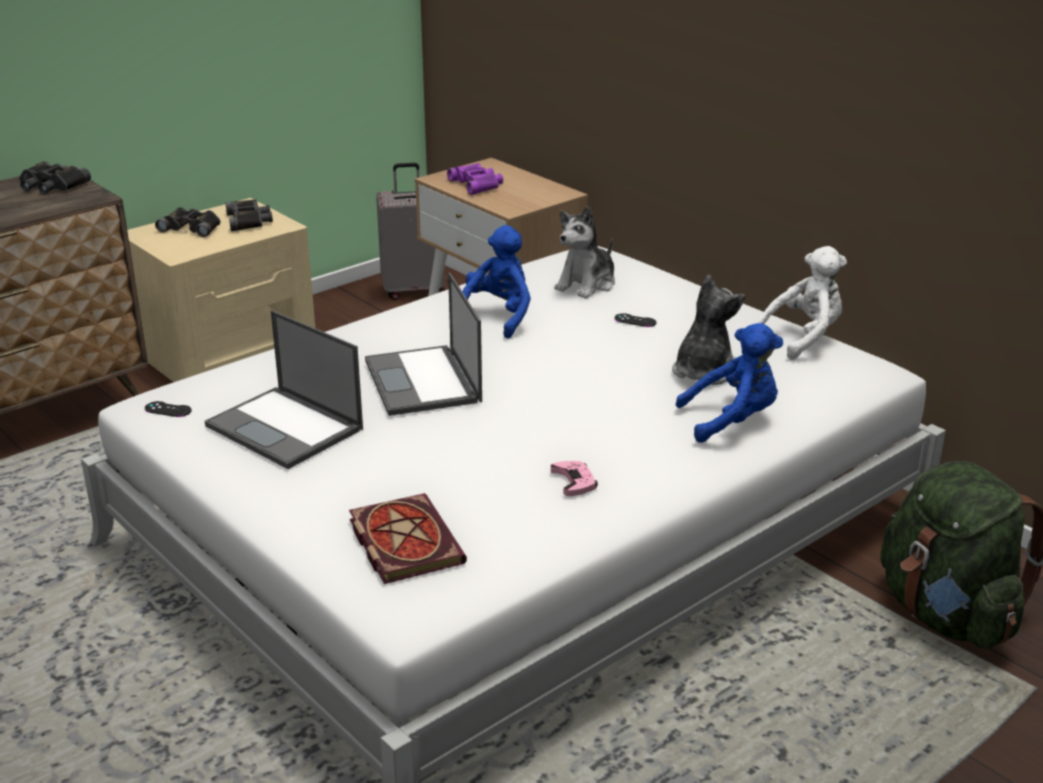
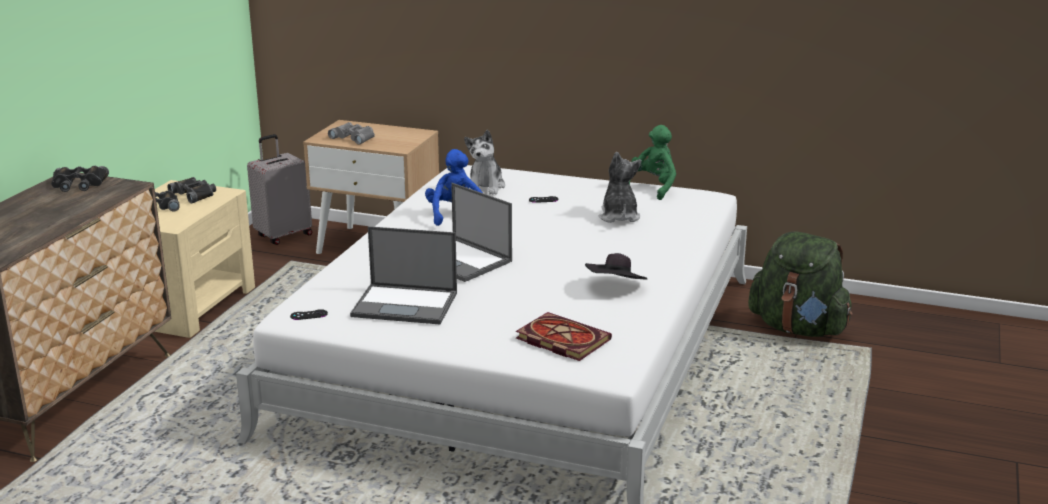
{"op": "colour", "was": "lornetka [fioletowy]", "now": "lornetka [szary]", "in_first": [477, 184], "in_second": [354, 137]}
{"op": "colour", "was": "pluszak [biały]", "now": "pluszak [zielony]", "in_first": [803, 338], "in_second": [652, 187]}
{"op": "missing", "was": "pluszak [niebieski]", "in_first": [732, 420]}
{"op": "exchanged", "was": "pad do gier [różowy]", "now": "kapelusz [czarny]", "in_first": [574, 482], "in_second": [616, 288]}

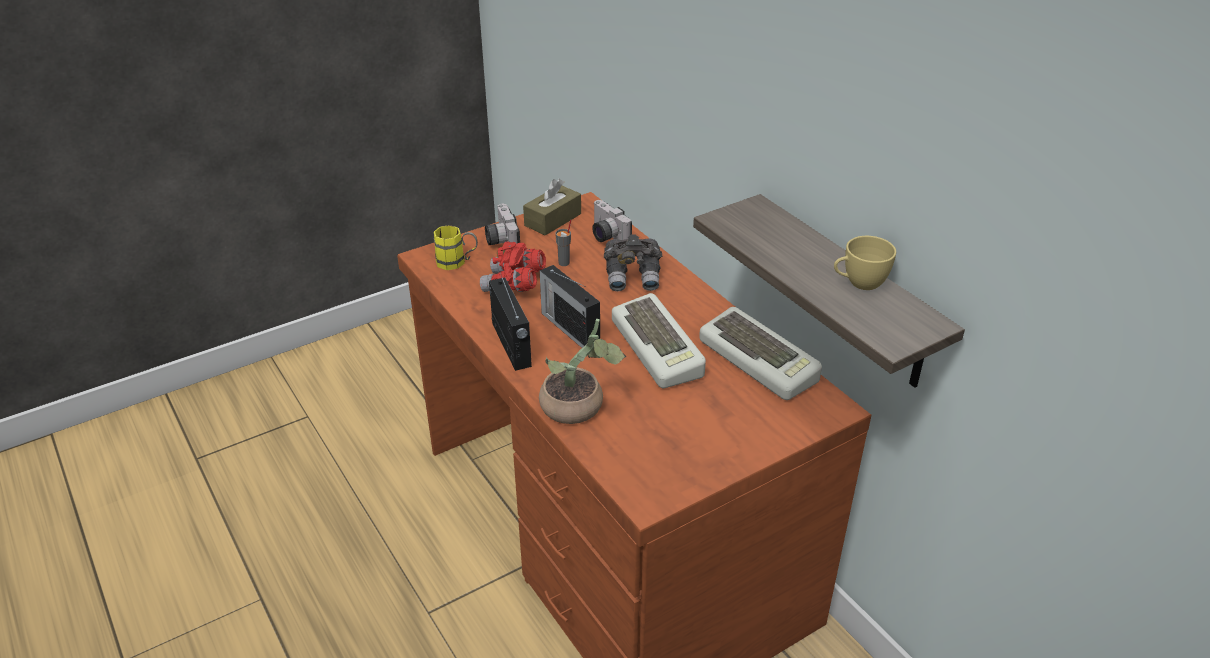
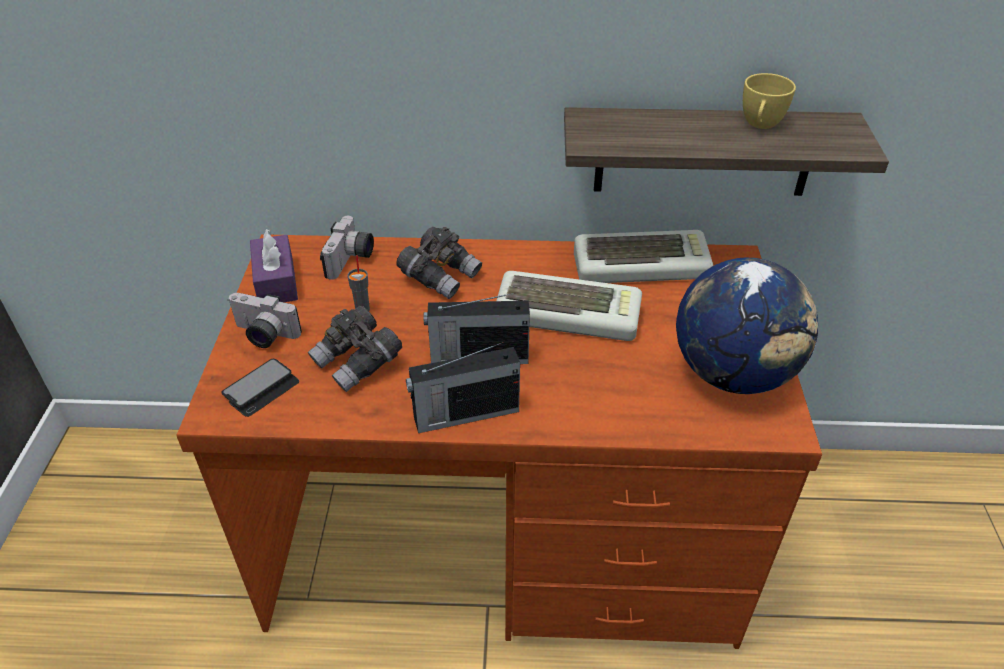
{"op": "colour", "was": "pudełko chusteczek [brązowy]", "now": "pudełko chusteczek [fioletowy]", "in_first": [553, 220], "in_second": [276, 281]}
{"op": "spun", "was": "aparat fotograficzny", "in_first": [605, 235], "in_second": [351, 260], "clockwise": -75}
{"op": "exchanged", "was": "kubek [żółty]", "now": "telefon", "in_first": [457, 262], "in_second": [261, 389]}
{"op": "colour", "was": "lornetka [czerwony]", "now": "lornetka [szary]", "in_first": [514, 285], "in_second": [358, 363]}
{"op": "spun", "was": "radio", "in_first": [511, 346], "in_second": [464, 414], "clockwise": 150}
{"op": "missing", "was": "roślina doniczkowa", "in_first": [579, 408]}
{"op": "appeared", "now": "globus", "in_second": [733, 373]}

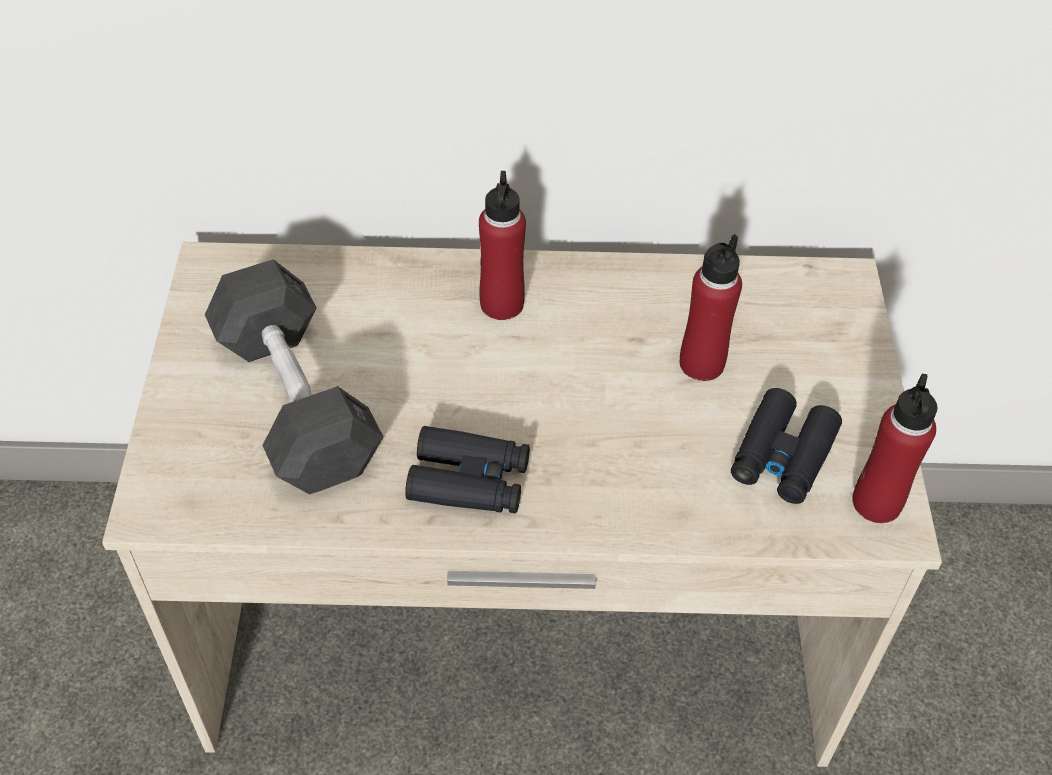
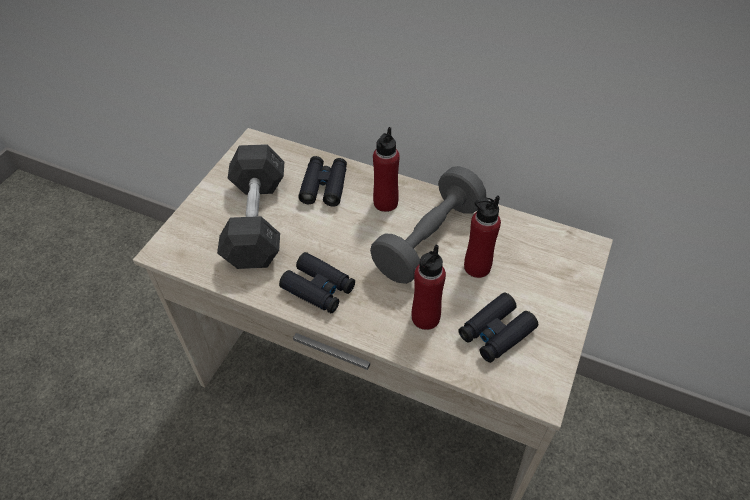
{"op": "relocated", "was": "butelka [czerwony]", "in_first": [876, 503], "in_second": [425, 318]}
{"op": "appeared", "now": "lornetka [czarny]", "in_second": [324, 186]}
{"op": "appeared", "now": "hantel [szary]", "in_second": [428, 239]}

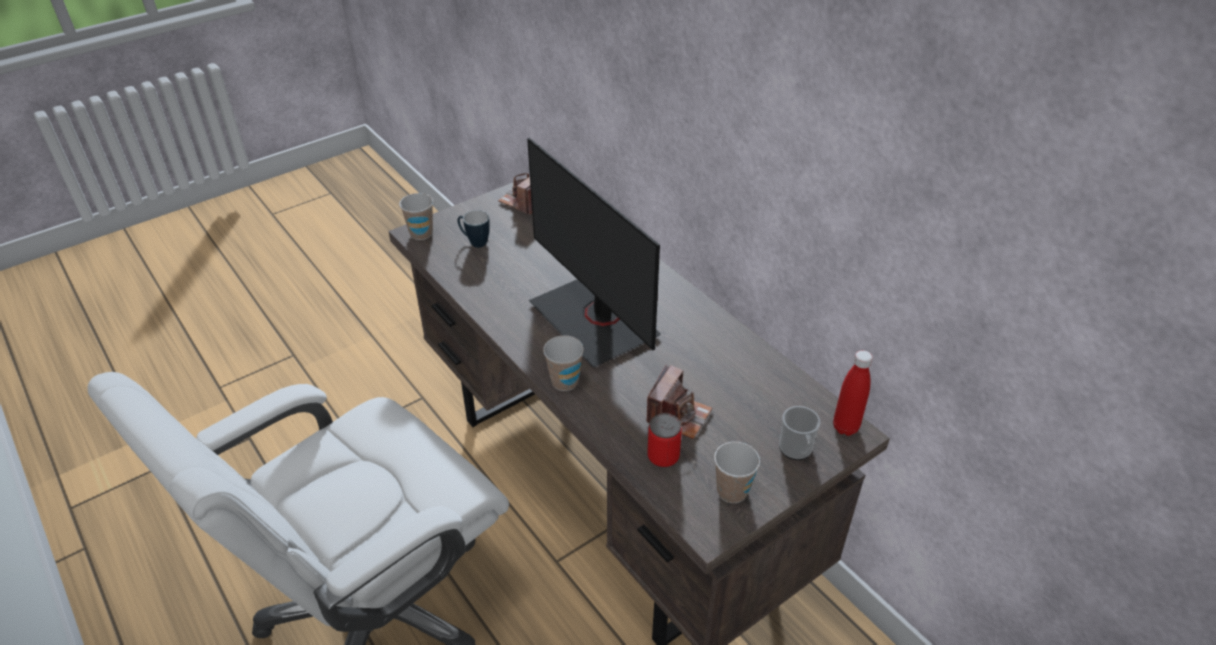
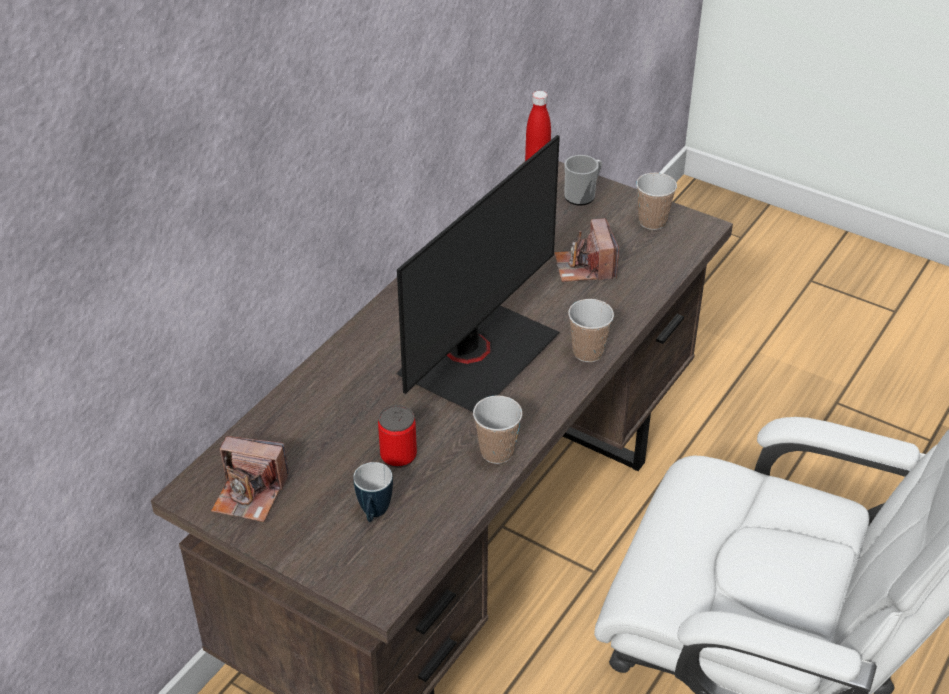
{"op": "relocated", "was": "filiżanka", "in_first": [421, 233], "in_second": [497, 452]}
{"op": "spun", "was": "aparat fotograficzny", "in_first": [678, 415], "in_second": [585, 267], "clockwise": -105}
{"op": "relocated", "was": "puszka", "in_first": [663, 457], "in_second": [398, 456]}

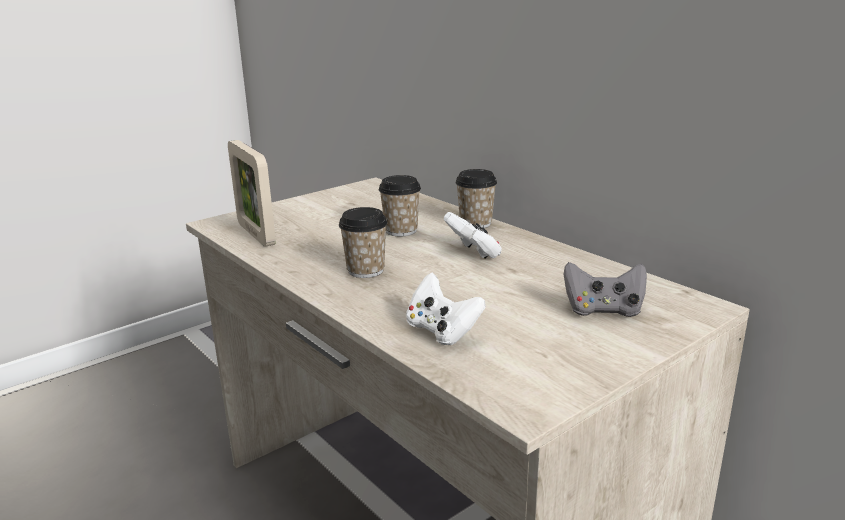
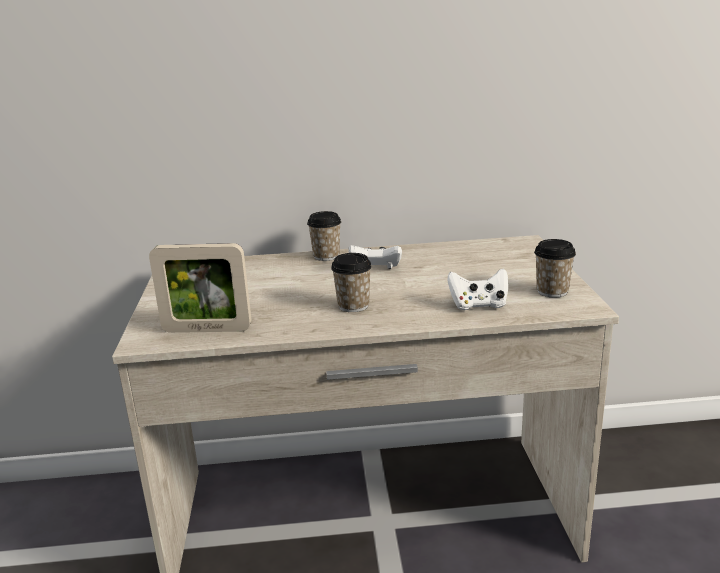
{"op": "relocated", "was": "filiżanka", "in_first": [401, 231], "in_second": [552, 291]}
{"op": "missing", "was": "pad do gier [szary]", "in_first": [603, 310]}

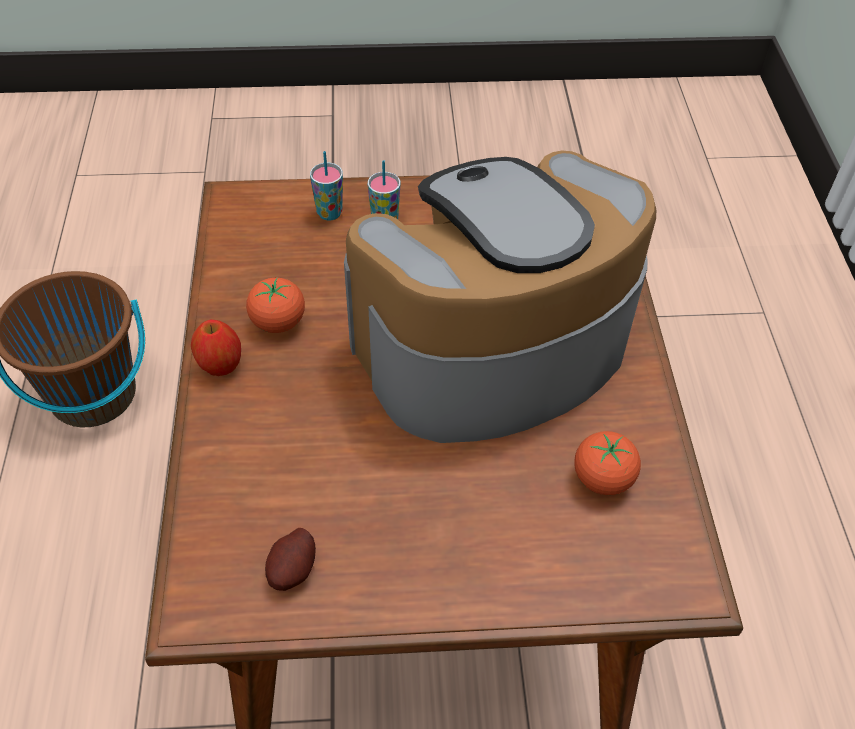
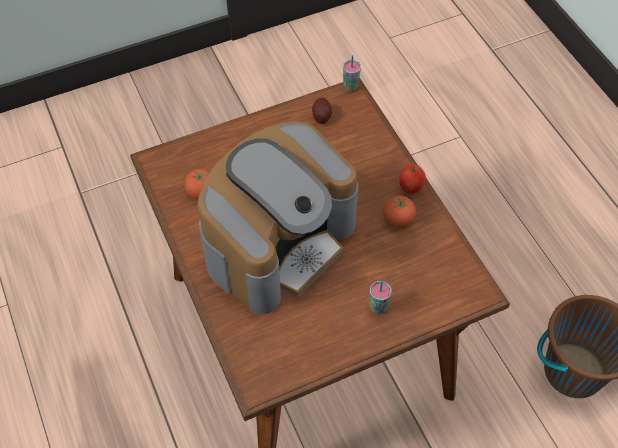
{"op": "relocated", "was": "filiżanka", "in_first": [329, 213], "in_second": [350, 86]}

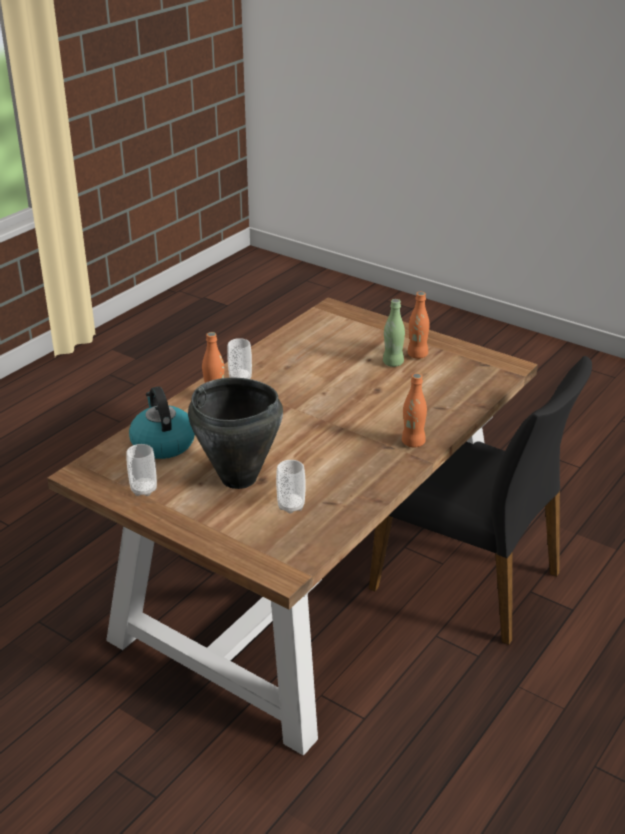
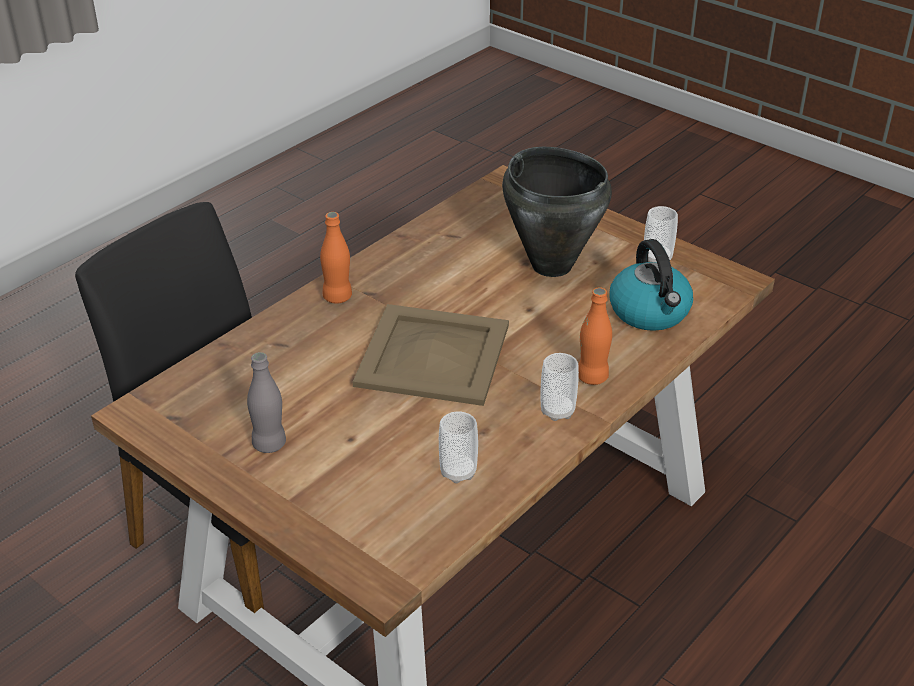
{"op": "colour", "was": "butelka [pomarańczowy]", "now": "butelka [szary]", "in_first": [417, 355], "in_second": [269, 444]}
{"op": "missing", "was": "butelka [zielony]", "in_first": [393, 363]}
{"op": "relocated", "was": "filiżanka", "in_first": [291, 506], "in_second": [458, 472]}
{"op": "appeared", "now": "taca [beżowy]", "in_second": [431, 355]}

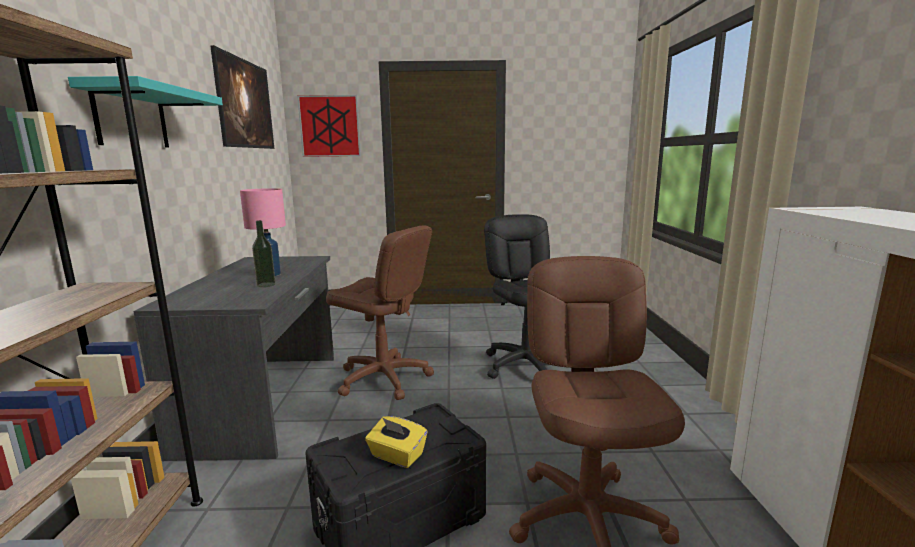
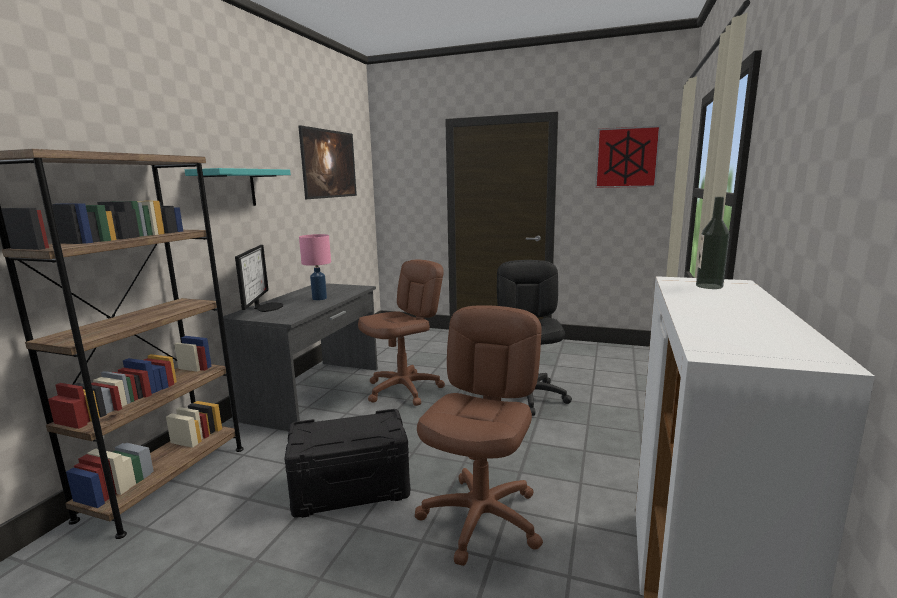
{"op": "relocated", "was": "obraz", "in_first": [330, 126], "in_second": [626, 157]}
{"op": "relocated", "was": "butelka", "in_first": [266, 284], "in_second": [709, 286]}
{"op": "spun", "was": "krzesło biurowe [brązowy]", "in_first": [383, 378], "in_second": [404, 389], "clockwise": -90}
{"op": "missing", "was": "pudełko chusteczek [żółty]", "in_first": [397, 456]}
{"op": "appeared", "now": "monitor", "in_second": [266, 307]}

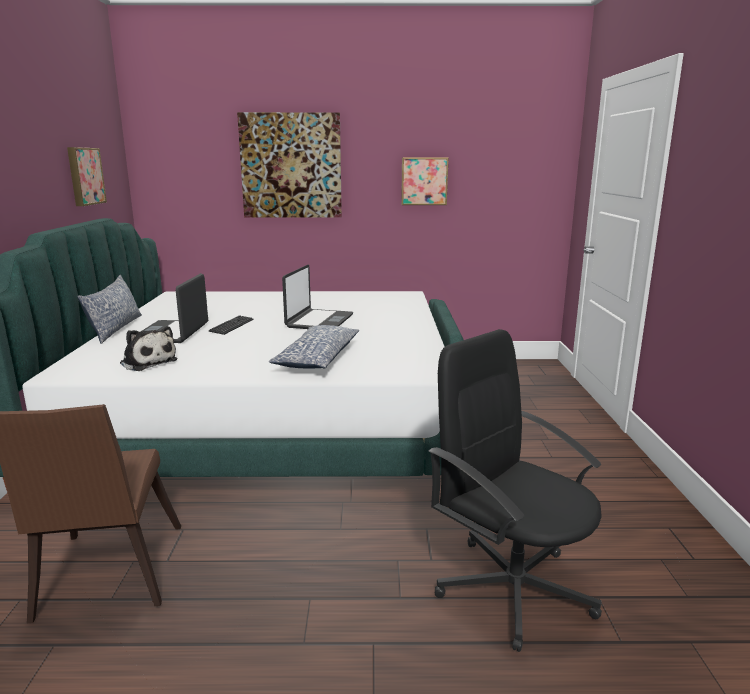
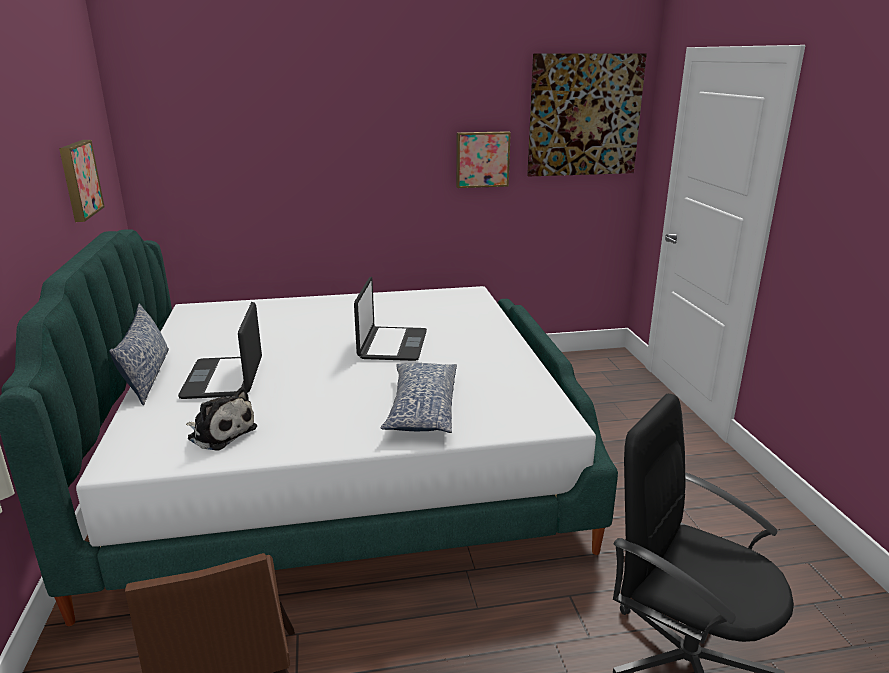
{"op": "relocated", "was": "obraz", "in_first": [291, 166], "in_second": [584, 115]}
{"op": "missing", "was": "klawiatura", "in_first": [232, 326]}

